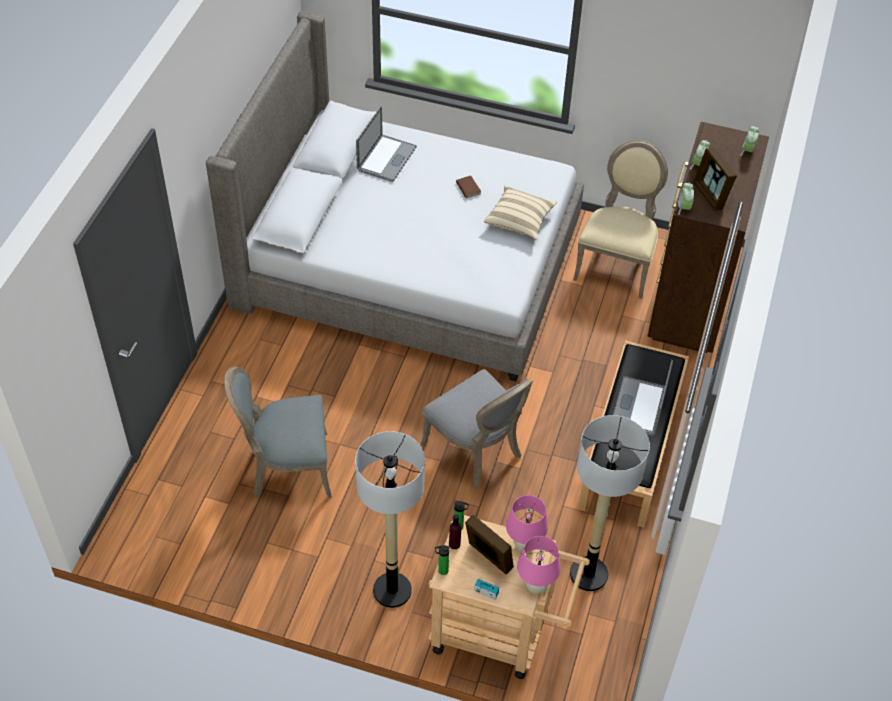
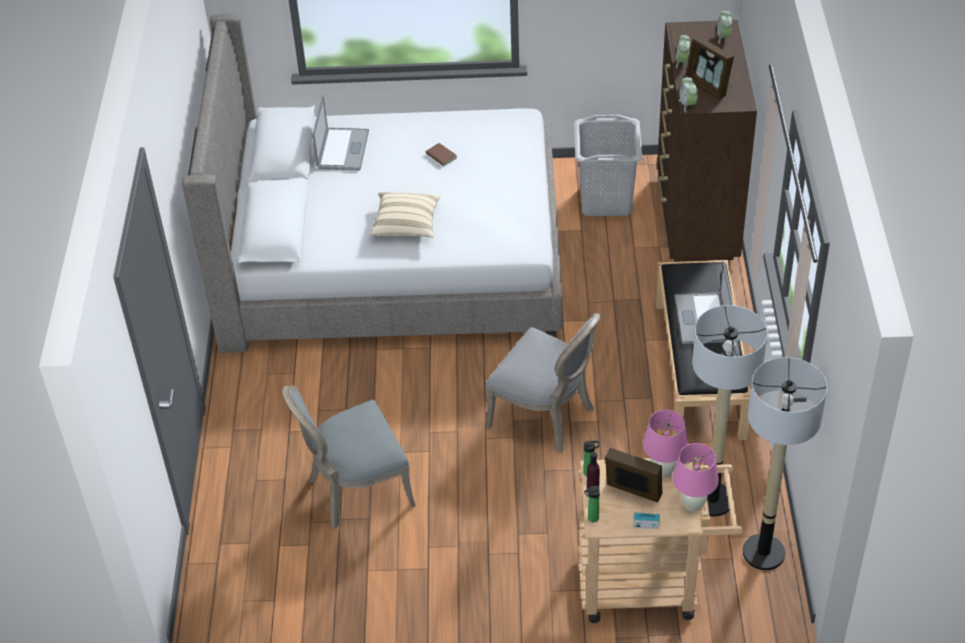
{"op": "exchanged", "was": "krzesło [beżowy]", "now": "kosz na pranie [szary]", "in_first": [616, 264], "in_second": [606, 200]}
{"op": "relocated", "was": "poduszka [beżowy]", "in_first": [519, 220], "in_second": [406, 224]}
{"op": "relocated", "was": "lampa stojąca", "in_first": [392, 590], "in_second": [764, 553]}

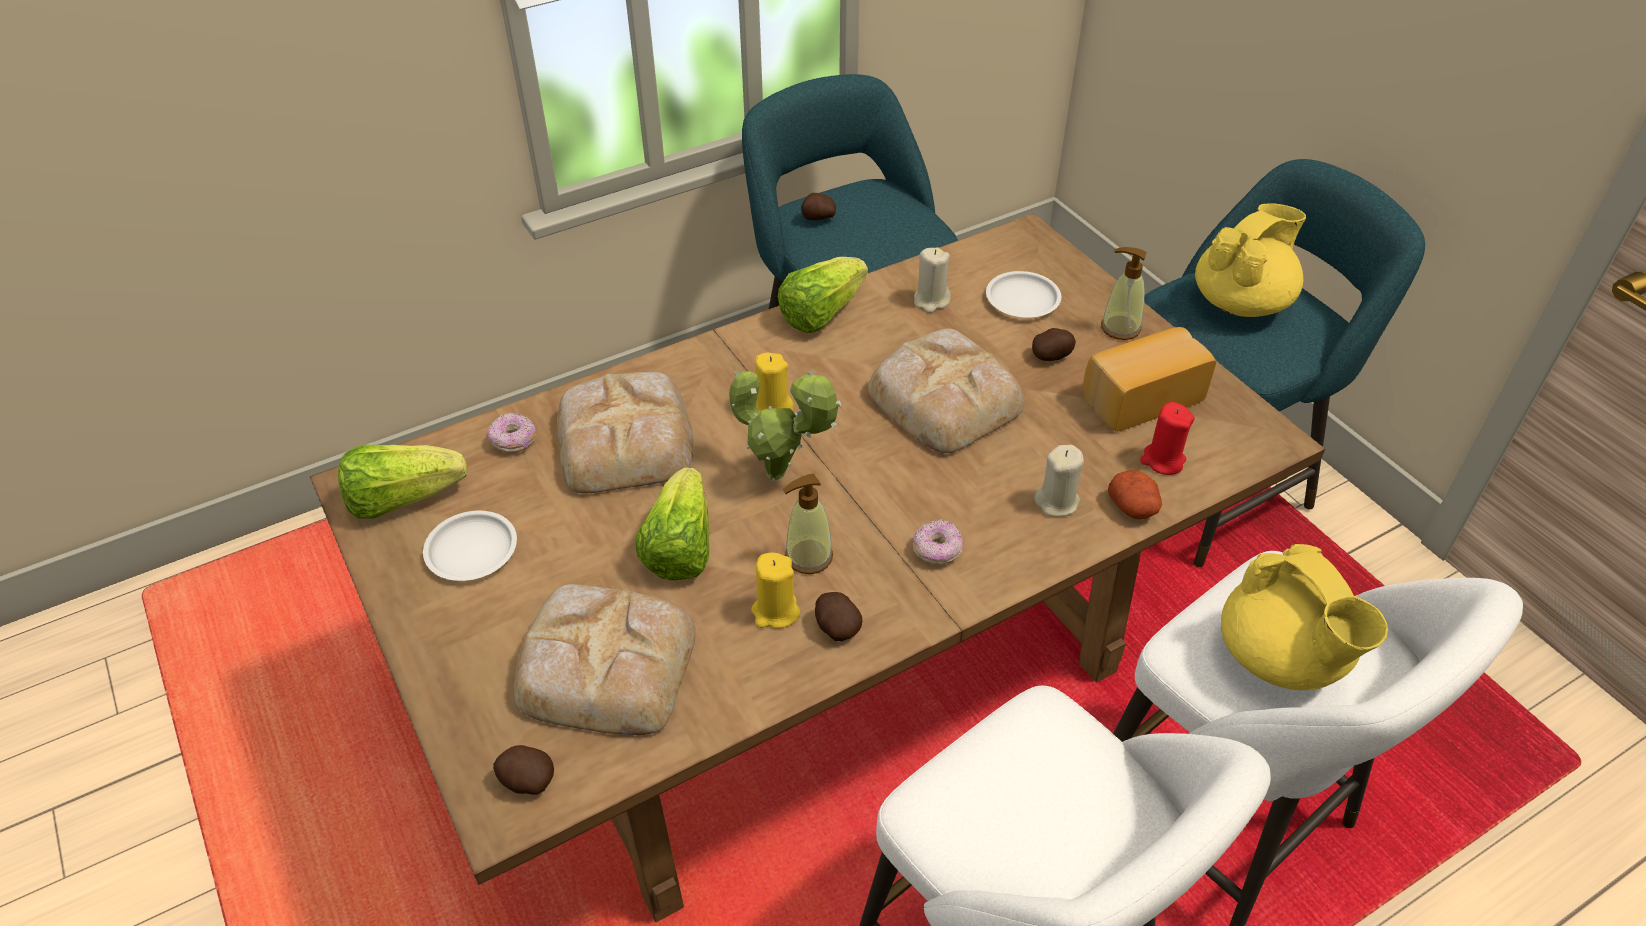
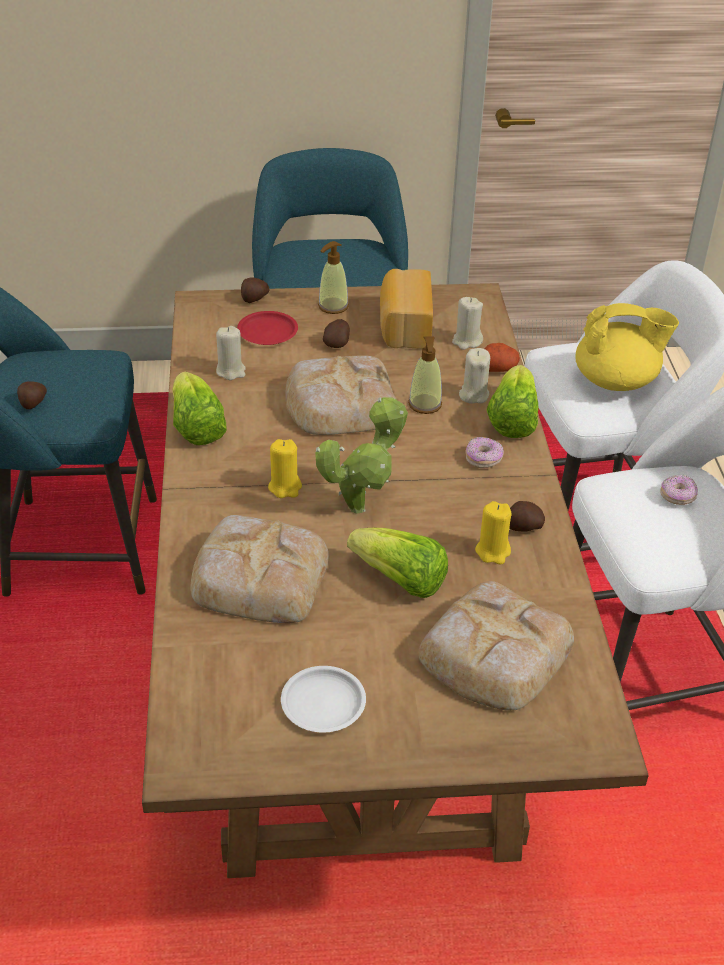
{"op": "missing", "was": "imbryk [żółty]", "in_first": [1241, 302]}
{"op": "colour", "was": "talerz [biały]", "now": "talerz [czerwony]", "in_first": [1022, 299], "in_second": [267, 332]}
{"op": "colour", "was": "świeca [czerwony]", "now": "świeca [beżowy]", "in_first": [1162, 460], "in_second": [467, 341]}
{"op": "relocated", "was": "donut", "in_first": [514, 441], "in_second": [677, 497]}
{"op": "relocated", "was": "sałata", "in_first": [403, 499], "in_second": [512, 420]}
{"op": "relocated", "was": "dozownik mydła", "in_first": [808, 557], "in_second": [425, 404]}
{"op": "relocated", "was": "ziemniak", "in_first": [526, 781], "in_second": [254, 299]}

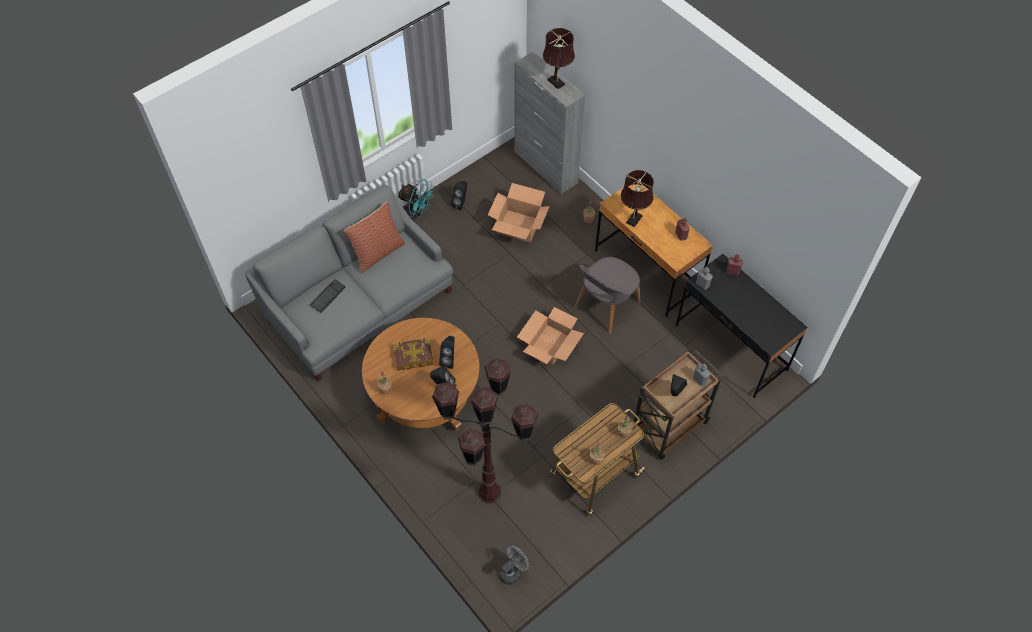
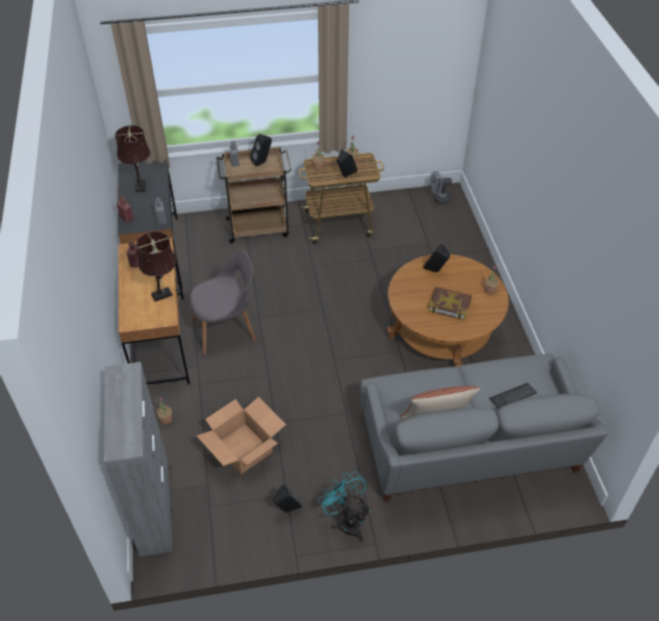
{"op": "relocated", "was": "lampa stołowa [brązowy]", "in_first": [557, 83], "in_second": [140, 185]}
{"op": "missing", "was": "karton", "in_first": [549, 344]}
{"op": "relocated", "was": "głośnik [czarny]", "in_first": [449, 360], "in_second": [345, 176]}
{"op": "missing", "was": "lampa stojąca [brązowy]", "in_first": [489, 492]}

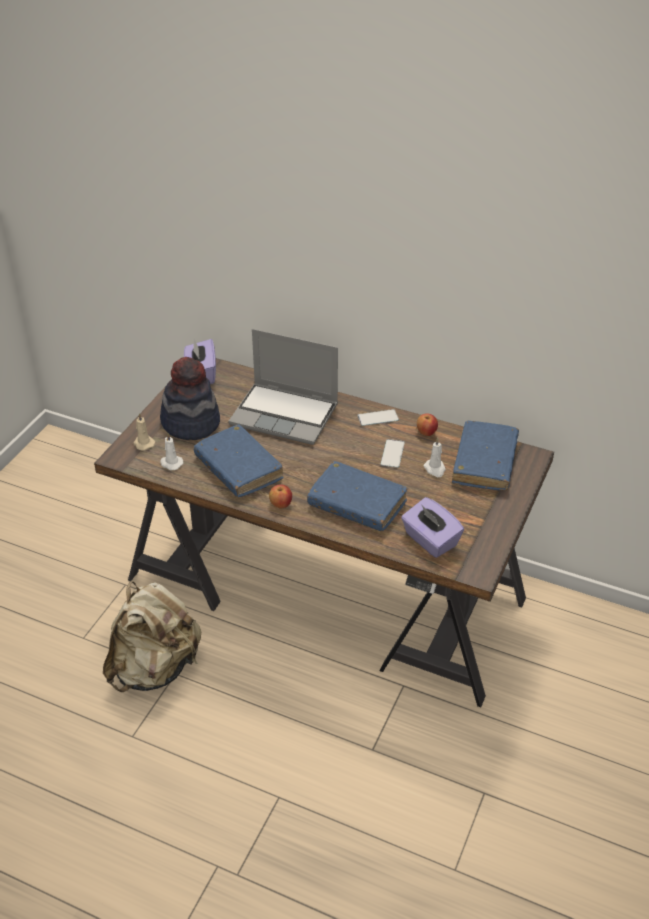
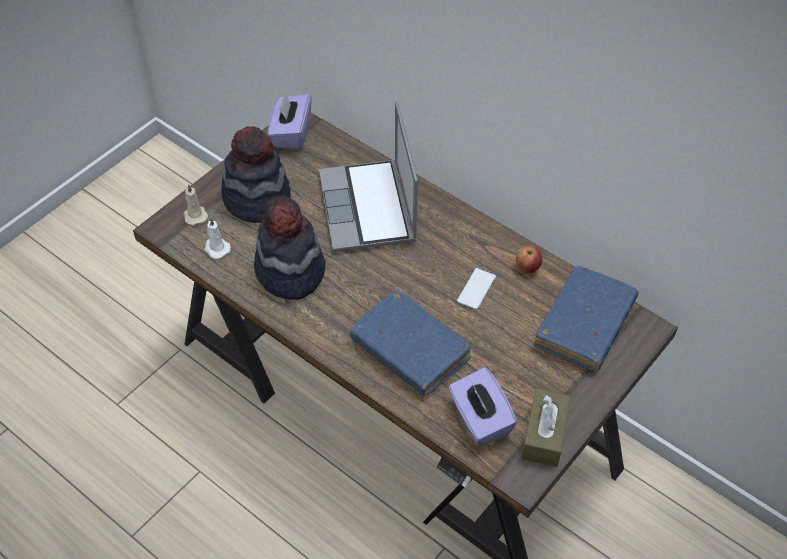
{"op": "spun", "was": "laptop", "in_first": [286, 415], "in_second": [369, 209], "clockwise": 45}
{"op": "missing", "was": "telefon", "in_first": [378, 418]}
{"op": "exchanged", "was": "książka [niebieski]", "now": "kapelusz", "in_first": [238, 468], "in_second": [290, 271]}
{"op": "missing", "was": "świeca [biały]", "in_first": [435, 469]}
{"op": "missing", "was": "jabłko", "in_first": [281, 504]}
{"op": "missing", "was": "plecak [beżowy]", "in_first": [155, 668]}
{"op": "appeared", "now": "pudełko chusteczek [brązowy]", "in_second": [544, 434]}

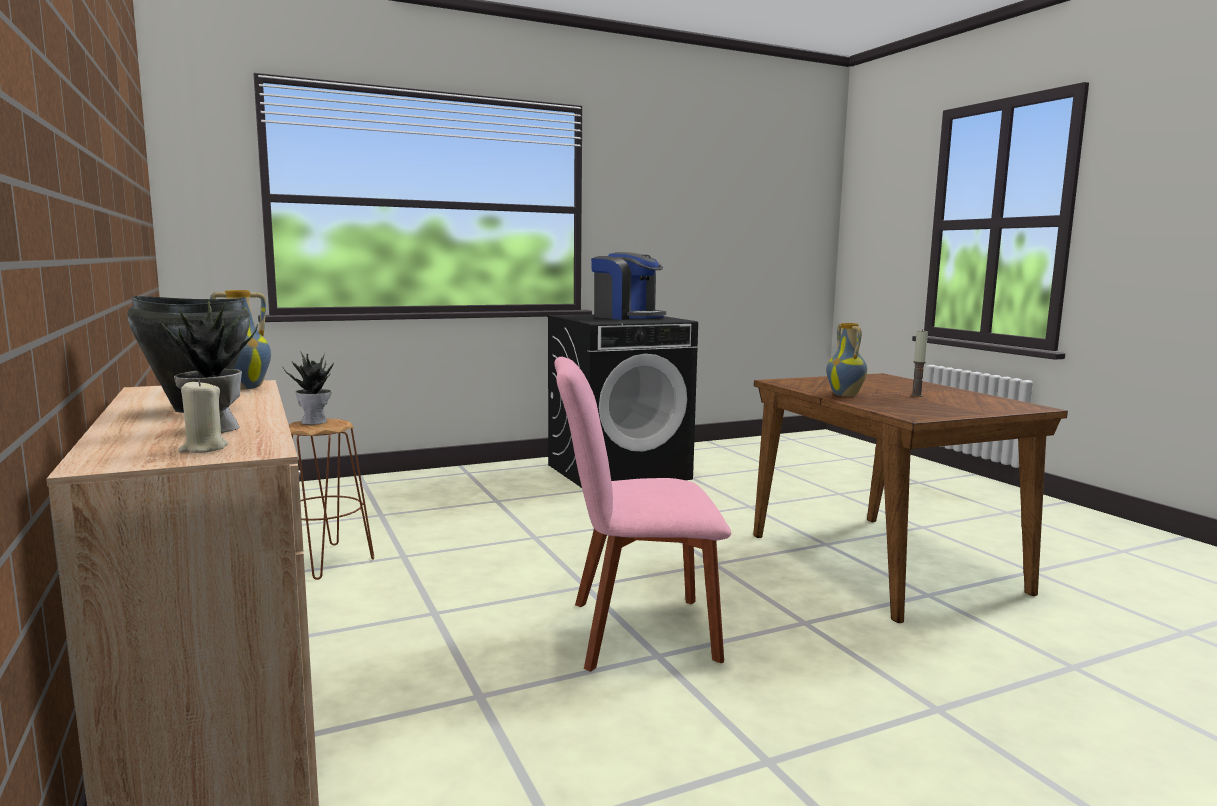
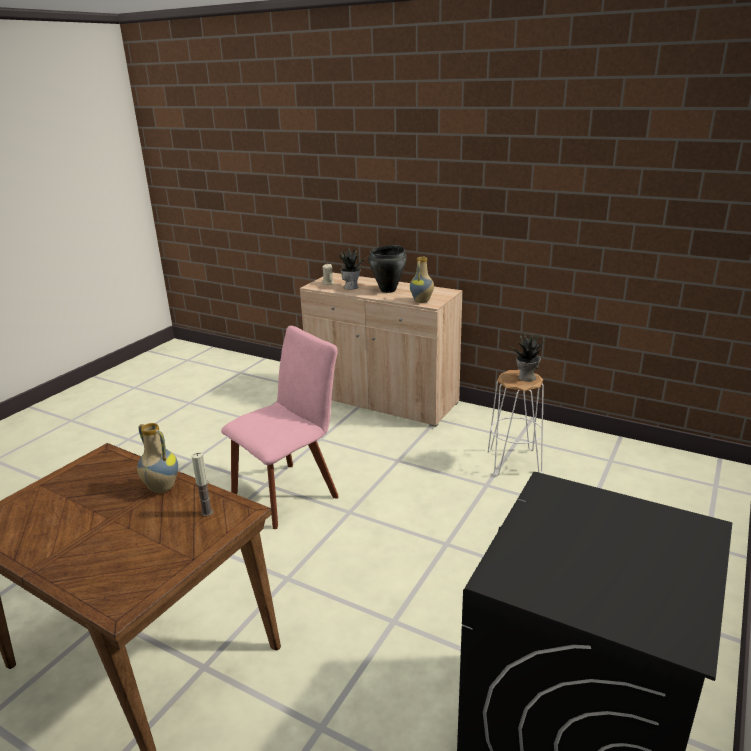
{"op": "missing", "was": "ekspres do kawy", "in_first": [627, 317]}
{"op": "relocated", "was": "świeca", "in_first": [916, 395], "in_second": [207, 512]}
{"op": "colour", "was": "stołek [brązowy]", "now": "stołek [biały]", "in_first": [325, 561], "in_second": [514, 462]}

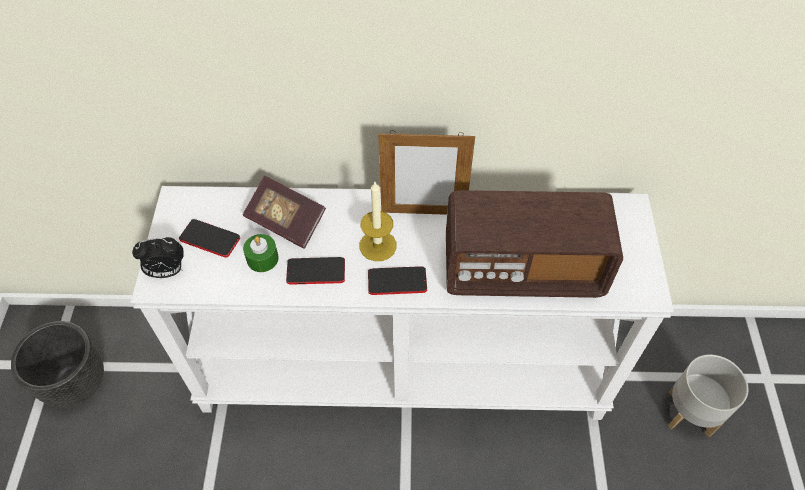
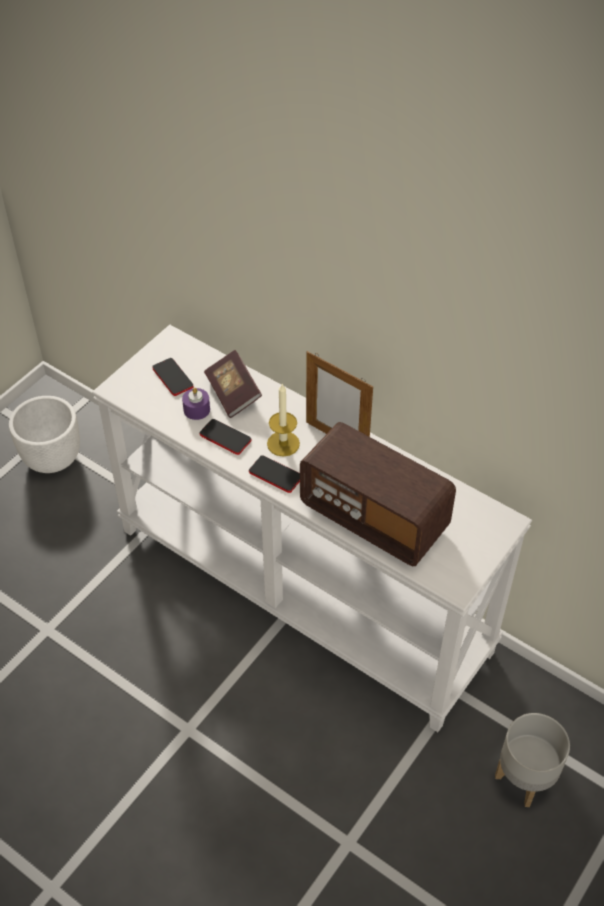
{"op": "colour", "was": "świeca [zielony]", "now": "świeca [fioletowy]", "in_first": [262, 259], "in_second": [196, 409]}
{"op": "missing", "was": "budzik", "in_first": [167, 271]}
{"op": "colour", "was": "donica [czarny]", "now": "donica [biały]", "in_first": [77, 382], "in_second": [53, 458]}

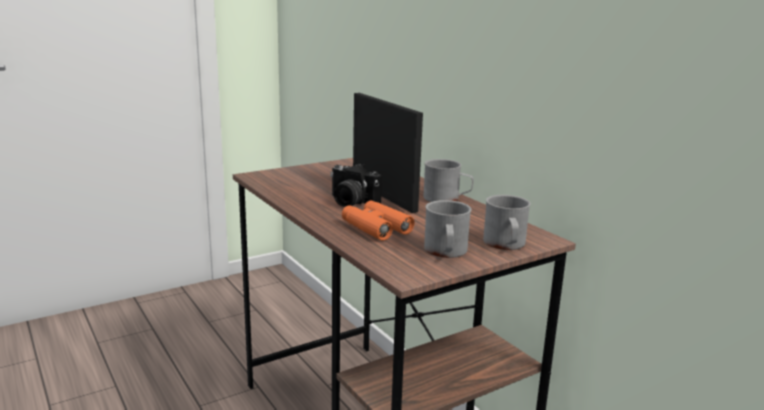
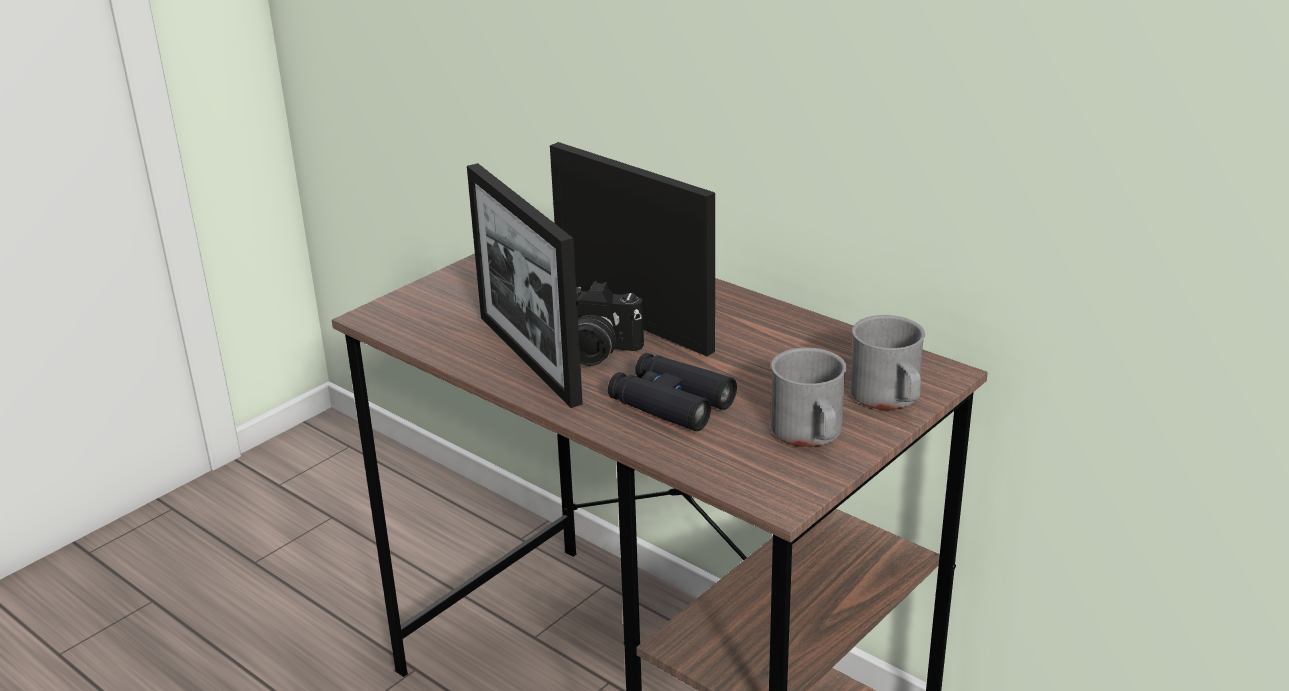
{"op": "missing", "was": "kubek [szary]", "in_first": [447, 199]}
{"op": "colour", "was": "lornetka [pomarańczowy]", "now": "lornetka [czarny]", "in_first": [376, 228], "in_second": [671, 403]}
{"op": "appeared", "now": "ramka na zdjęcie", "in_second": [528, 359]}

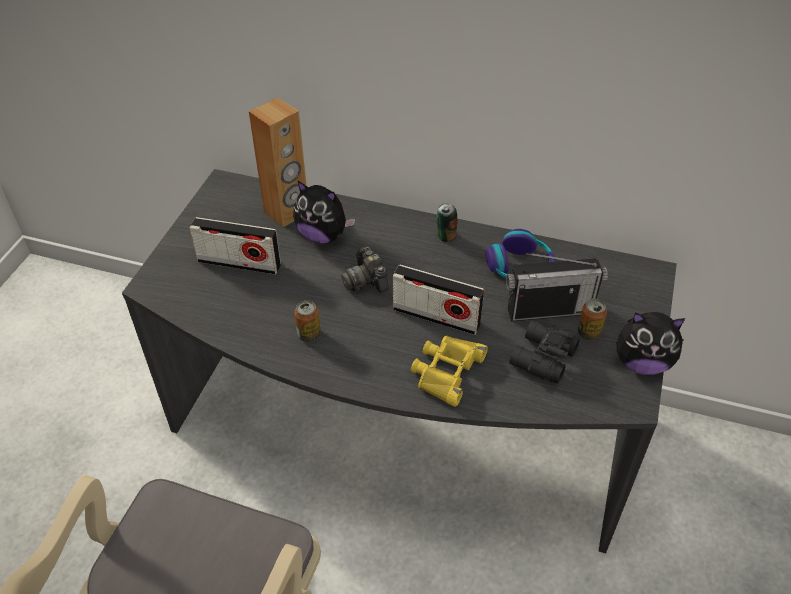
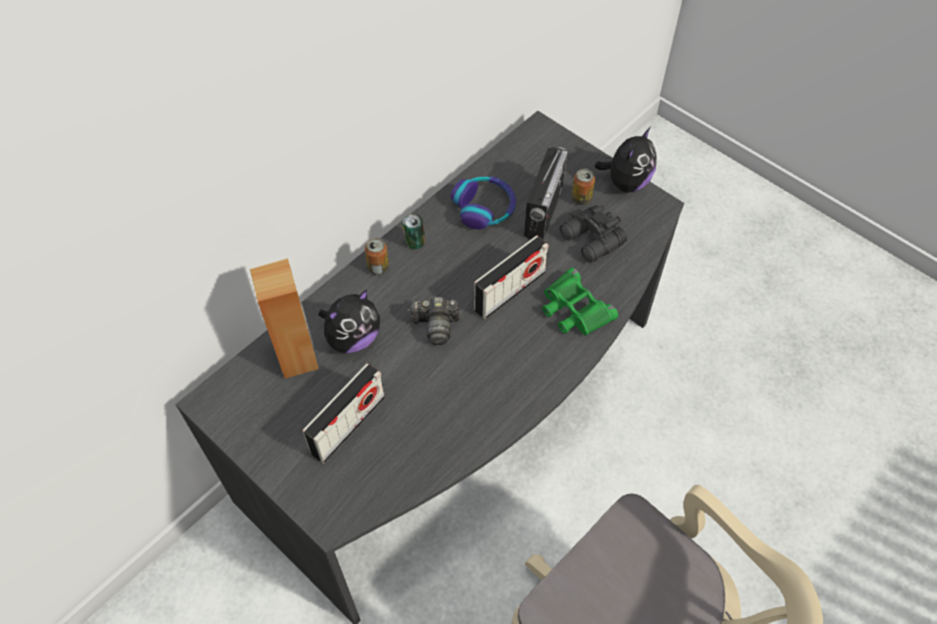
{"op": "relocated", "was": "puszka", "in_first": [309, 335], "in_second": [378, 267]}
{"op": "colour", "was": "lornetka [żółty]", "now": "lornetka [zielony]", "in_first": [446, 371], "in_second": [574, 309]}

